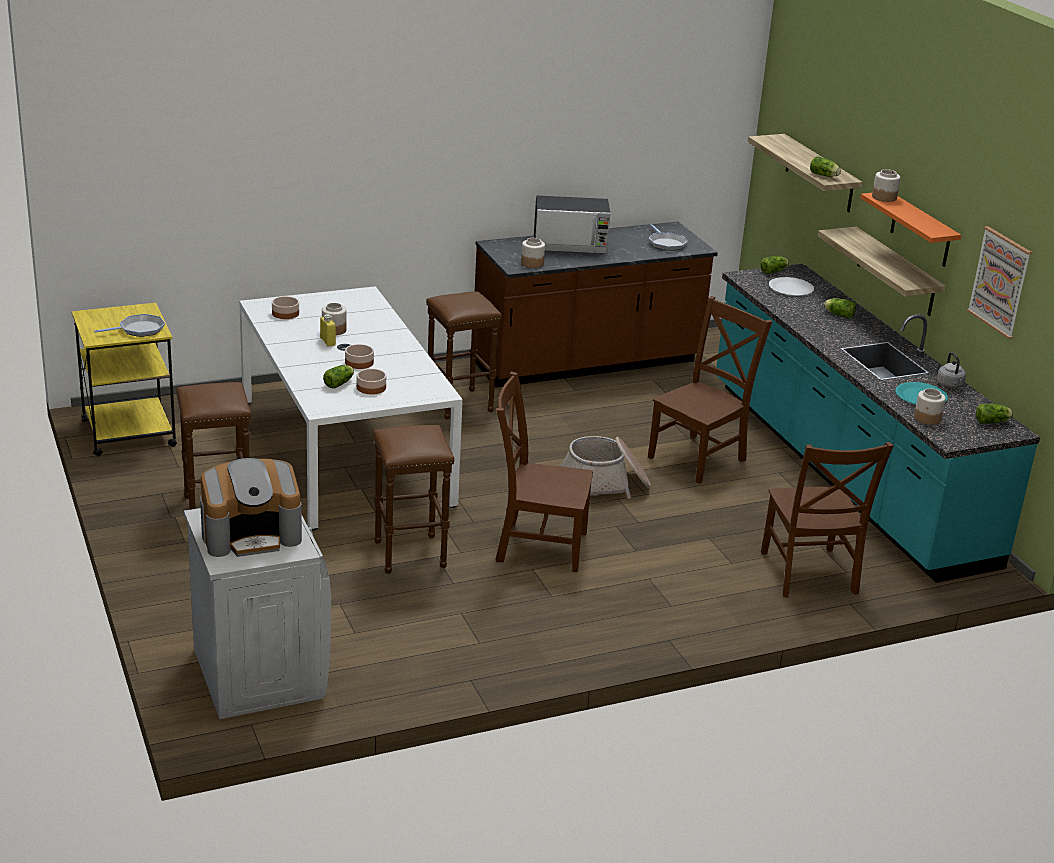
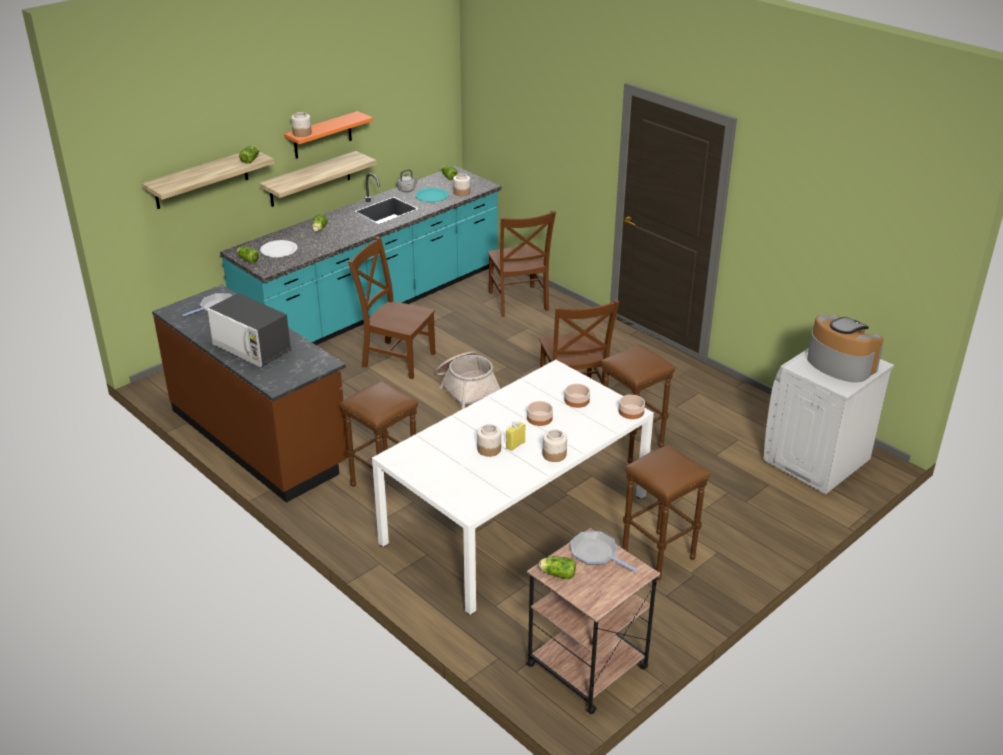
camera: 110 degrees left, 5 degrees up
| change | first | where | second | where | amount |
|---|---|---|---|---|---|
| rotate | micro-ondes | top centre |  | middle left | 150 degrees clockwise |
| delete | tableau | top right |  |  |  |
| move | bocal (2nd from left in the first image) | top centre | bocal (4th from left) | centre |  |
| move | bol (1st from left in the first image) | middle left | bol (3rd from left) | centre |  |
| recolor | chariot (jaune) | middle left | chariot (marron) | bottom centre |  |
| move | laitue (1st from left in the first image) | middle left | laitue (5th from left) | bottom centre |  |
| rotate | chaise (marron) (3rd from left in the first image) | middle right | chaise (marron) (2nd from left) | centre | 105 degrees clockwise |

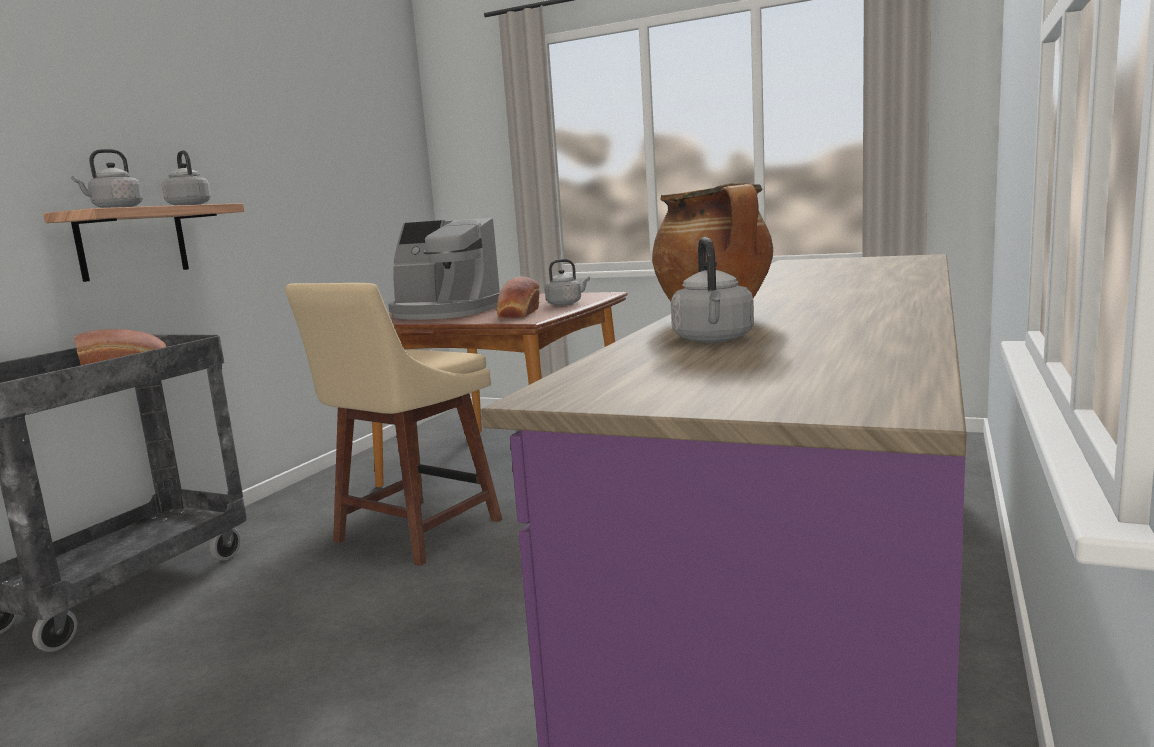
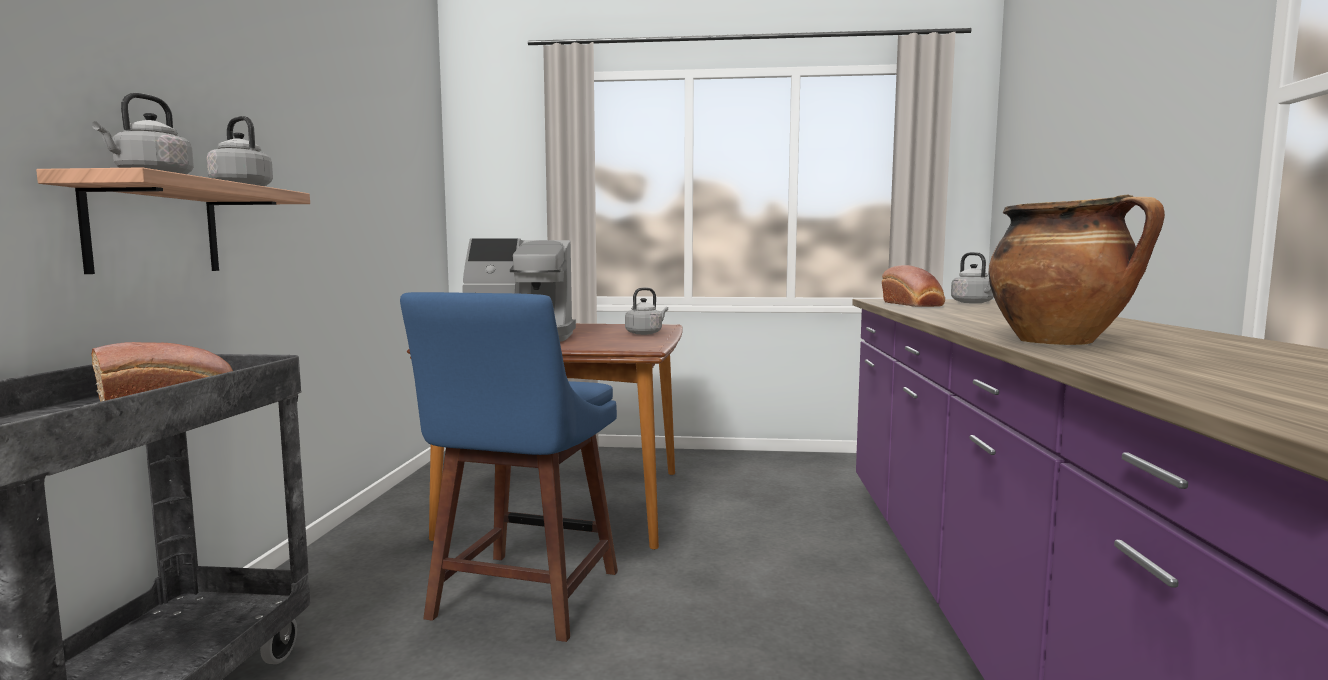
camera: 20 degrees left, 5 degrees down
| change | first | where | second | where | amount |
|---|---|---|---|---|---|
| move | bouilloire (gris) (4th from left) | centre |  | middle right |  |
| move | pain (2nd from left) | centre |  | middle right |  |
| recolor | tabouret (beige) | centre | tabouret (bleu) | bottom centre |  |

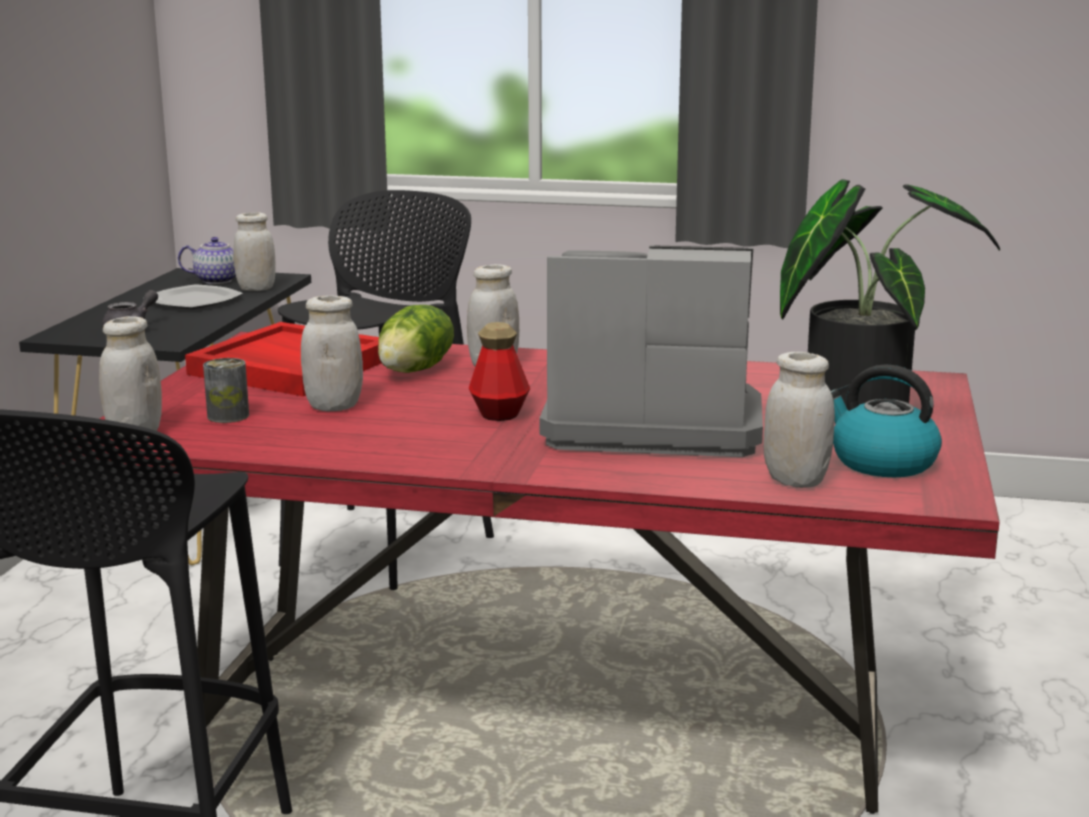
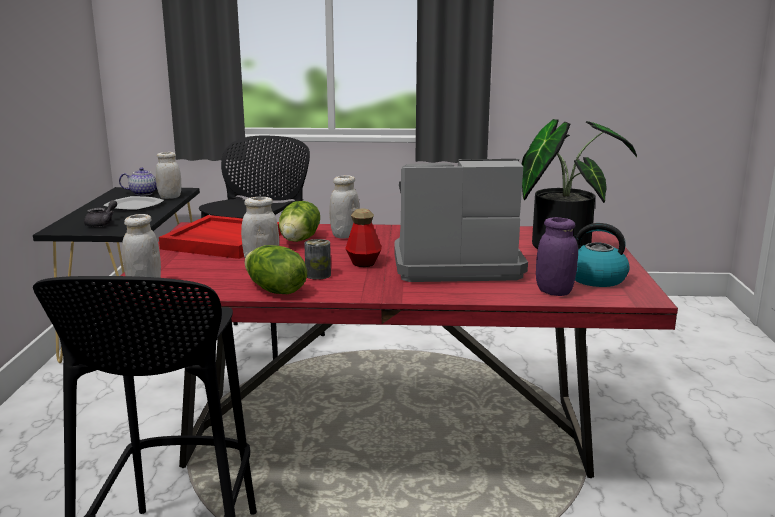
camera: 10 degrees left, 0 degrees up
| change | first | where | second | where | amount |
|---|---|---|---|---|---|
| recolor | bocal (blanc) (5th from left) | middle right | bocal (violet) | middle right |  |
| move | boîte métallique | middle left |  | centre |  |
| insert |  |  | laitue (1st from left) | centre |  |

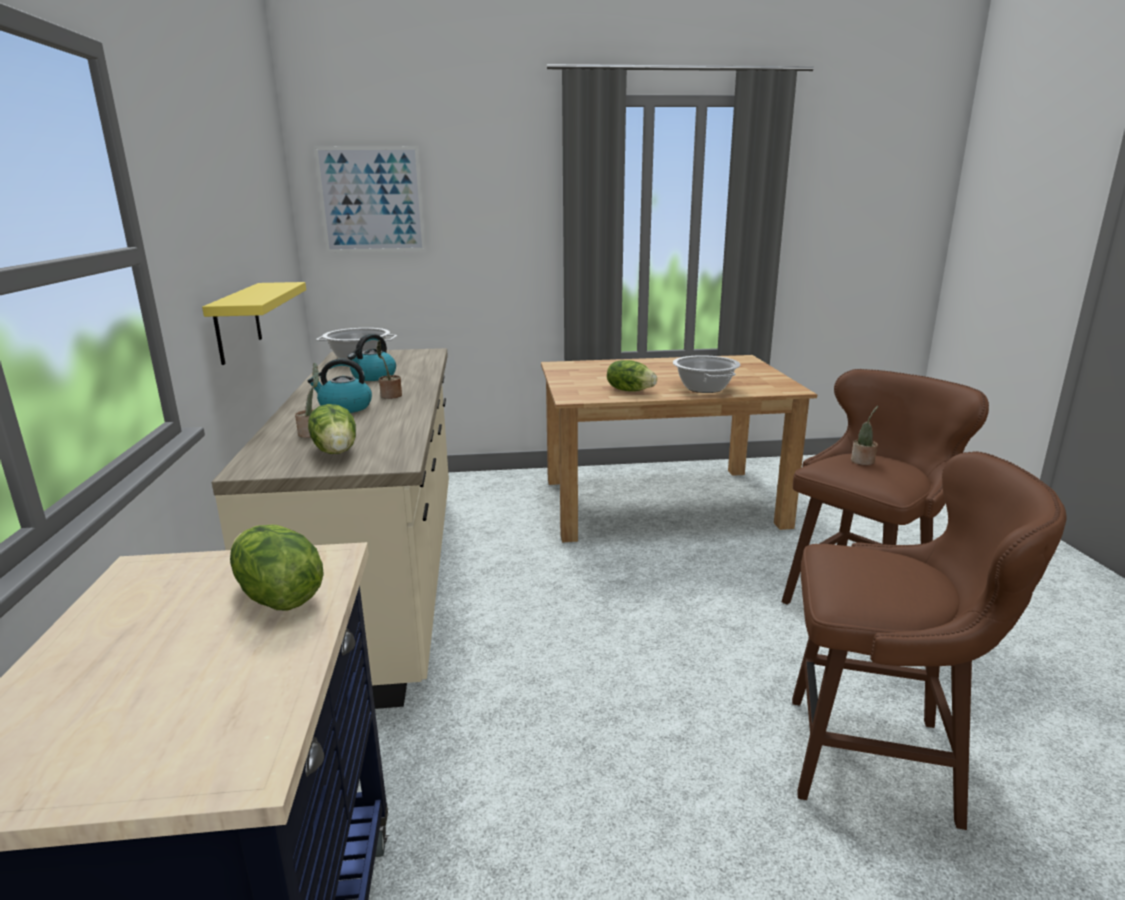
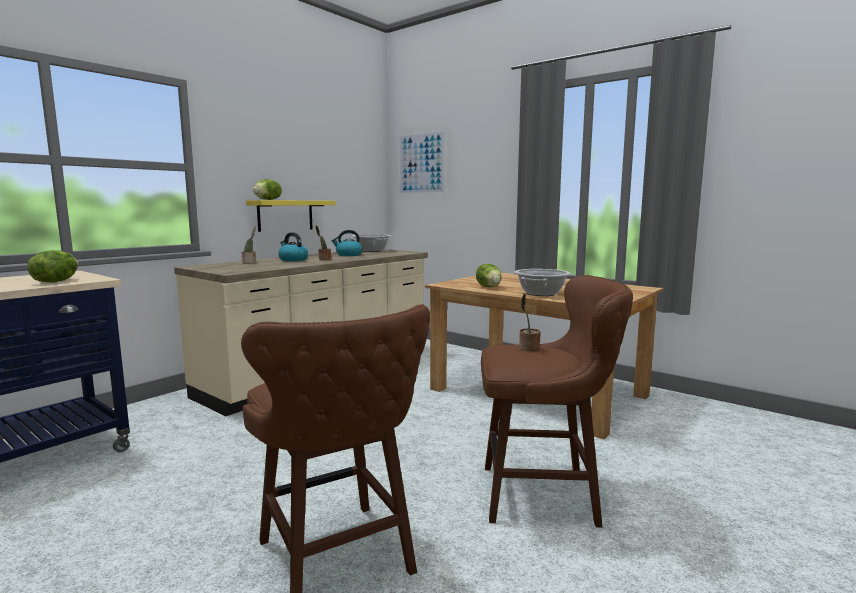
camera: 45 degrees right, 10 degrees down
| change | first | where | second | where | amount |
|---|---|---|---|---|---|
| move | laitue (2nd from left) | middle left |  | top left |  |

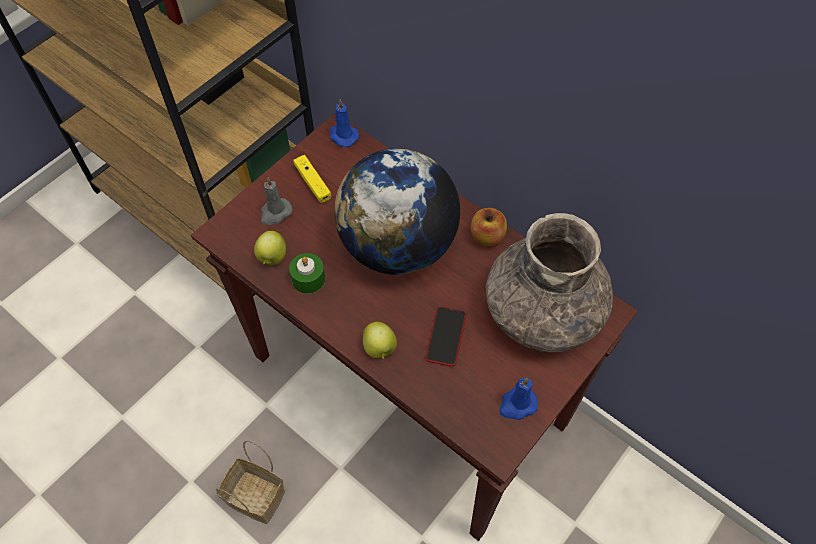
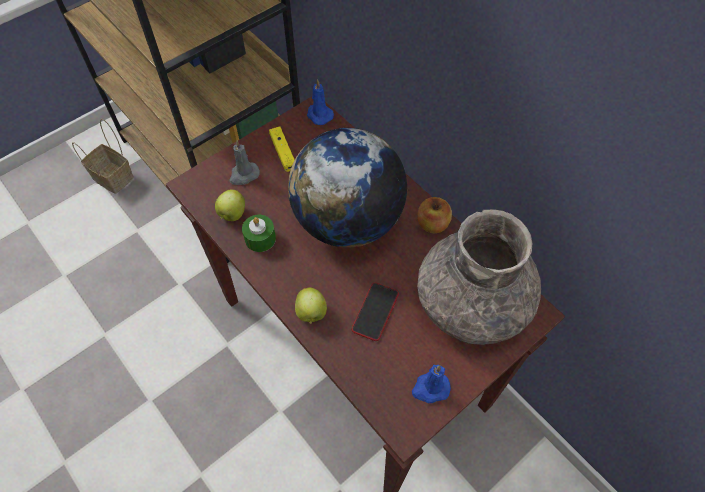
camera: 10 degrees right, 0 degrees up
| change | first | where | second | where | amount |
|---|---|---|---|---|---|
| move | panier | bottom left |  | top left |  |

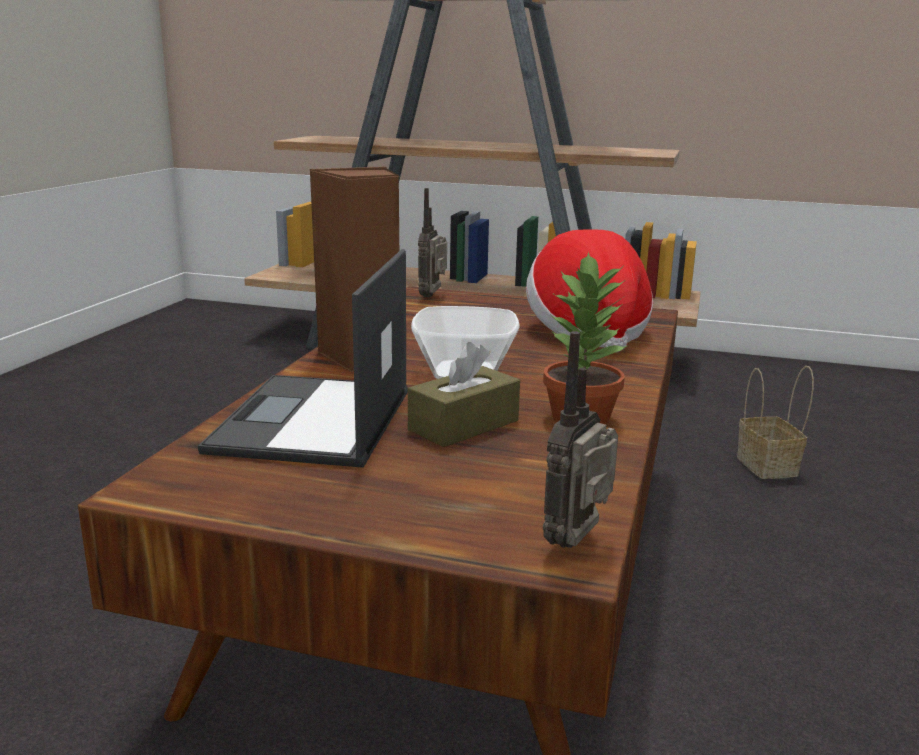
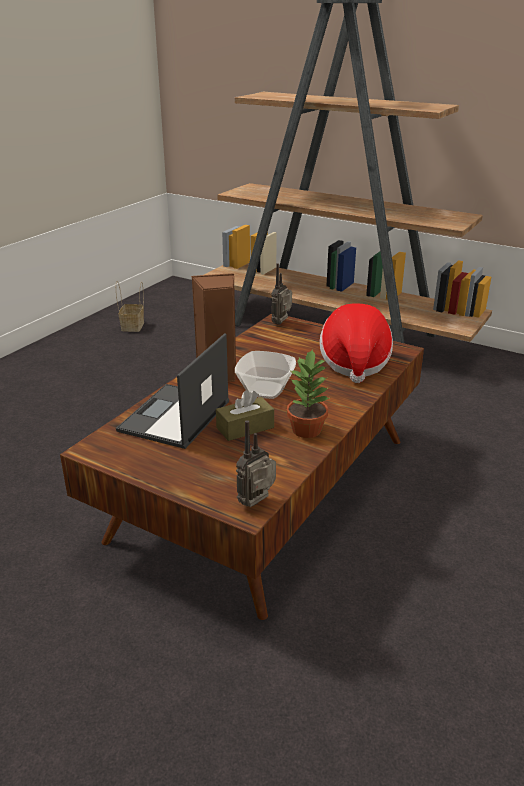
camera: 15 degrees right, 10 degrees up
| change | first | where | second | where | amount |
|---|---|---|---|---|---|
| move | panier | middle right |  | middle left |  |

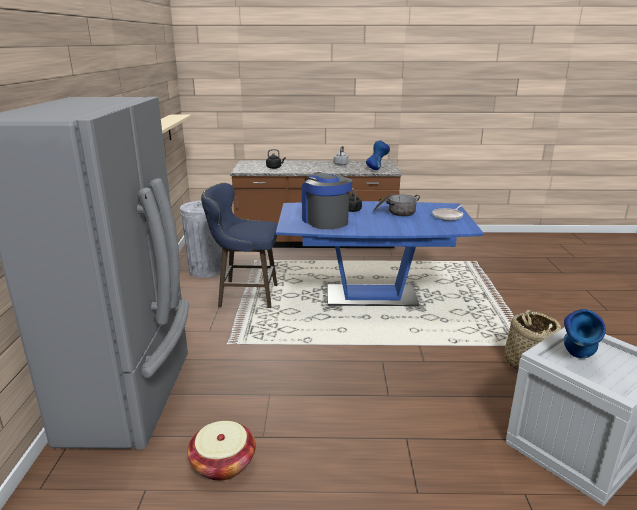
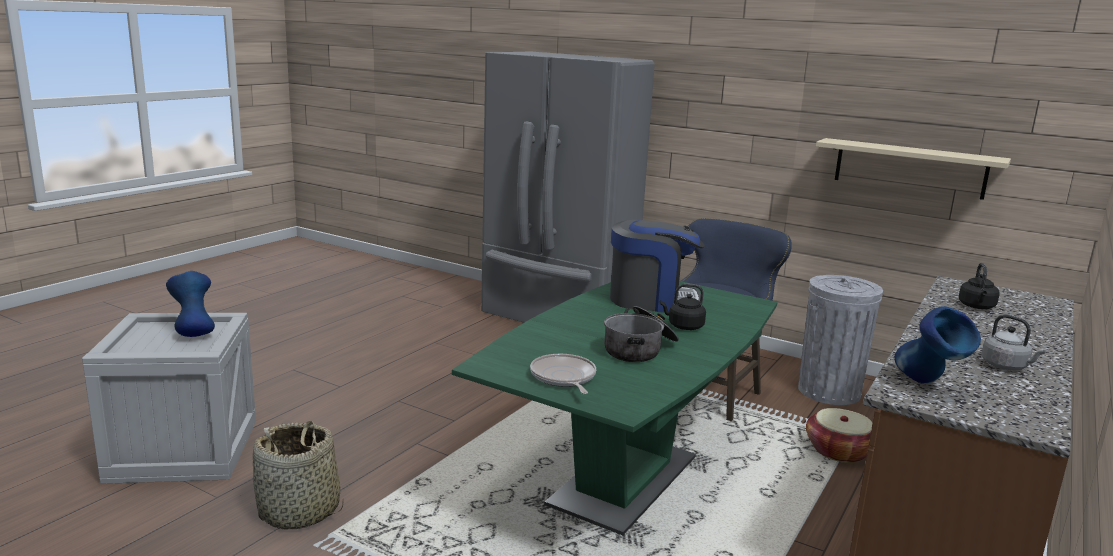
camera: 120 degrees right, 5 degrees down
| change | first | where | second | where | amount |
|---|---|---|---|---|---|
| recolor | table à manger (bleu) | centre | table à manger (vert) | bottom centre |  |
| move | panier (1st from left in the first image) | bottom centre | panier (2nd from left) | bottom right |  |

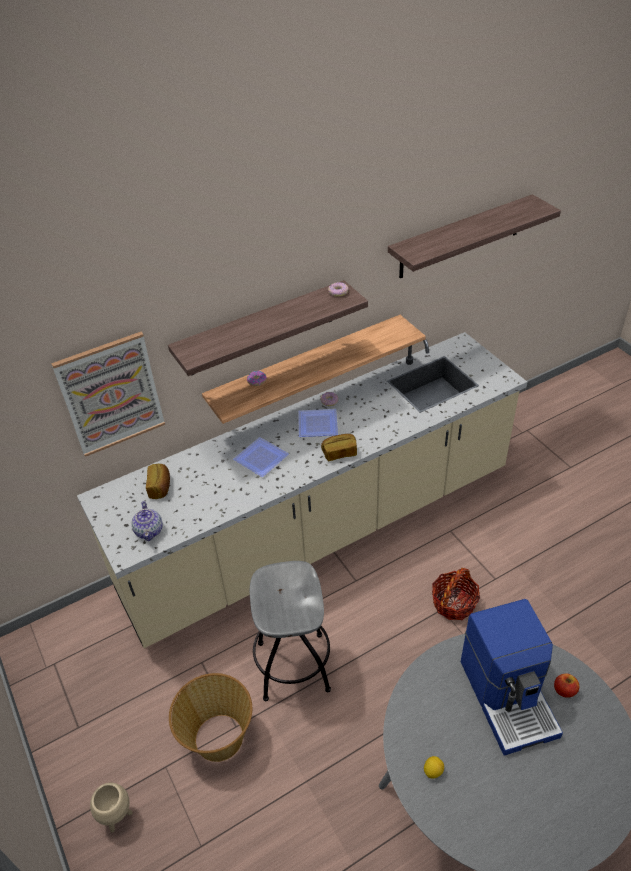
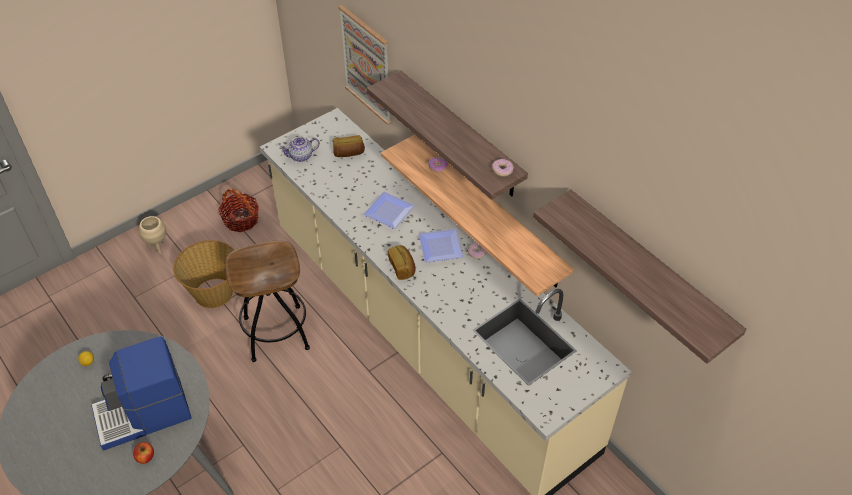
camera: 80 degrees right, 5 degrees up
| change | first | where | second | where | amount |
|---|---|---|---|---|---|
| recolor | tabouret (gris) | bottom centre | tabouret (marron) | middle left |  |
| move | panier (2nd from left) | bottom right |  | middle left |  |

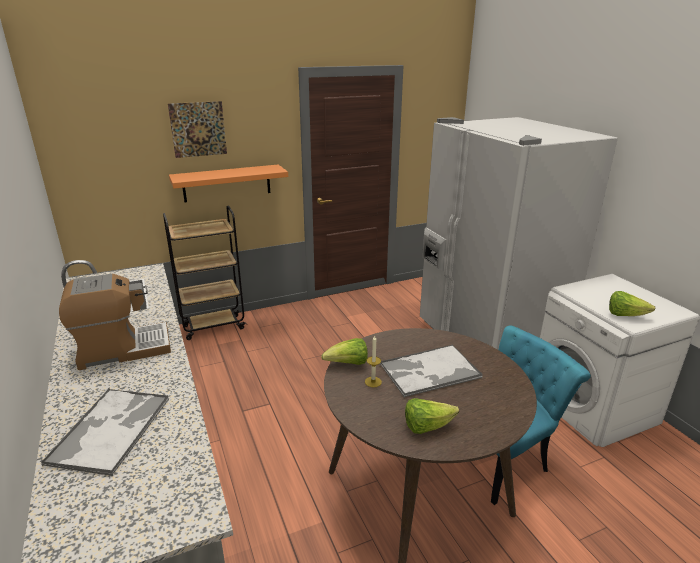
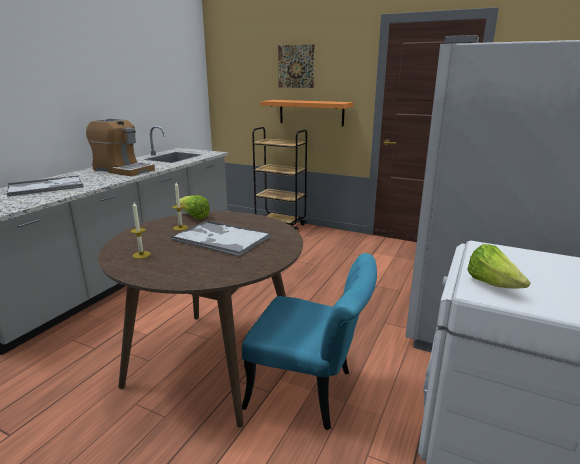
camera: 50 degrees right, 5 degrees down
| change | first | where | second | where | amount |
|---|---|---|---|---|---|
| replace | laitue (2nd from left) | bottom centre | bougie (1st from left) | middle left |  |

